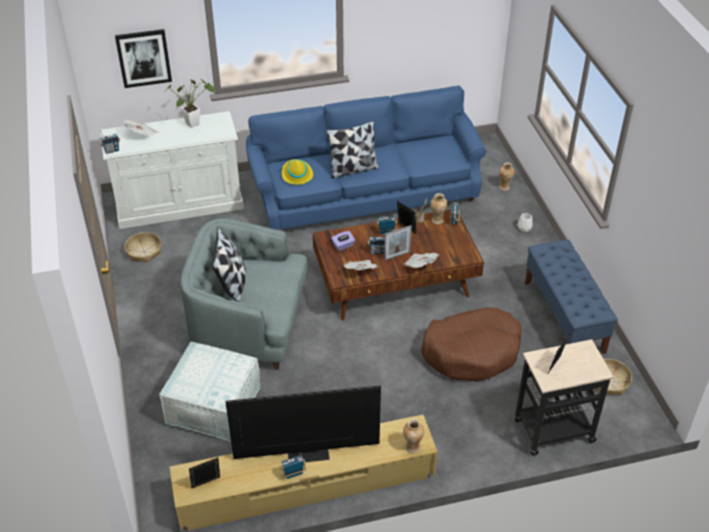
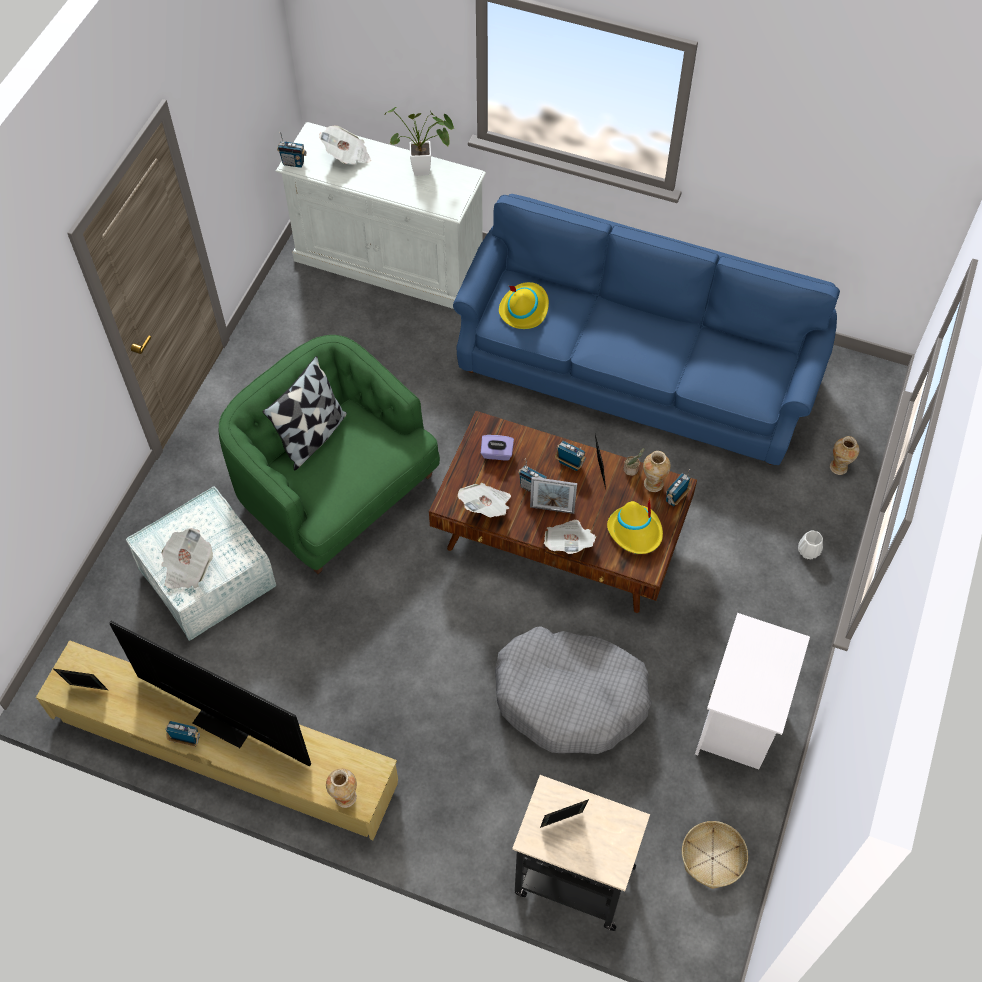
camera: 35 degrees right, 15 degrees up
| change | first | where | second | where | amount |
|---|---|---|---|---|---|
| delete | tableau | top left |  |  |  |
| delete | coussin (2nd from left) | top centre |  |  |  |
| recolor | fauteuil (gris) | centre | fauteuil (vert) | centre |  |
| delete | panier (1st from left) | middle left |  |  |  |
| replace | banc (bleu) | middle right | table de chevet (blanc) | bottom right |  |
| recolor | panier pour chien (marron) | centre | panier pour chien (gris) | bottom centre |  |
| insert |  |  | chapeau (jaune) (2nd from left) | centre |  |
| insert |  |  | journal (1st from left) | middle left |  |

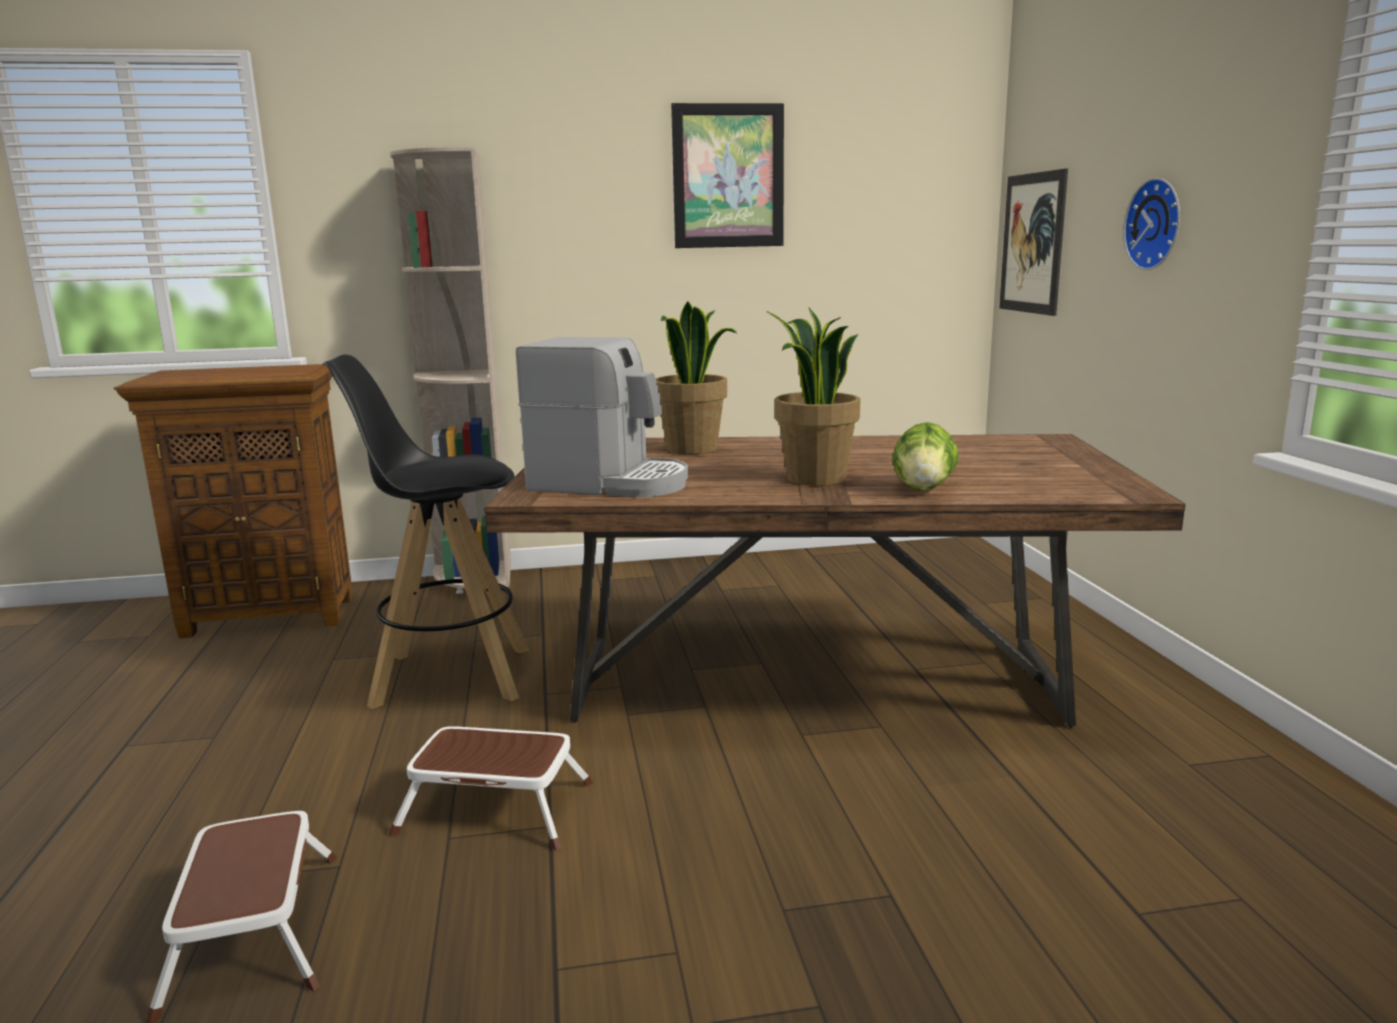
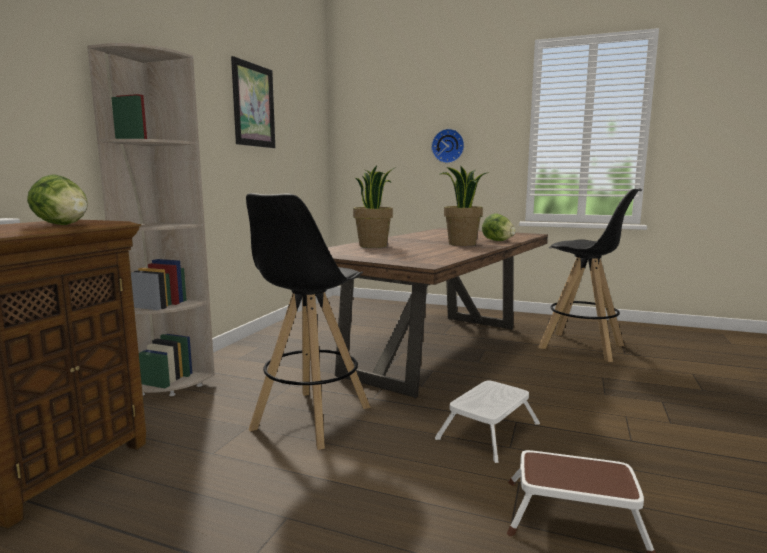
camera: 60 degrees left, 5 degrees down
| change | first | where | second | where | amount |
|---|---|---|---|---|---|
| delete | tableau (2nd from left) | top right |  |  |  |
| delete | machine à café | centre |  |  |  |
| recolor | escabeau (marron) (2nd from left) | bottom centre | escabeau (blanc) | bottom centre |  |
| insert |  |  | laitue (1st from left) | middle left |  |
| insert |  |  | tabouret (noir) (2nd from left) | middle right |  |

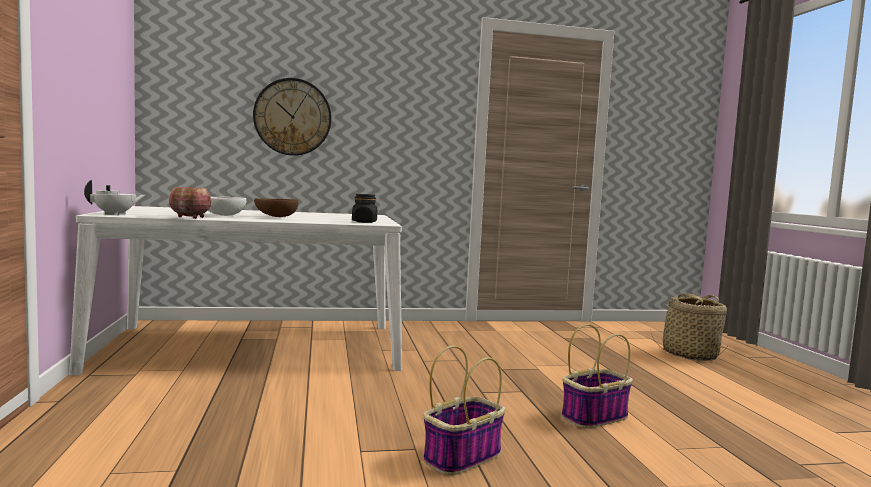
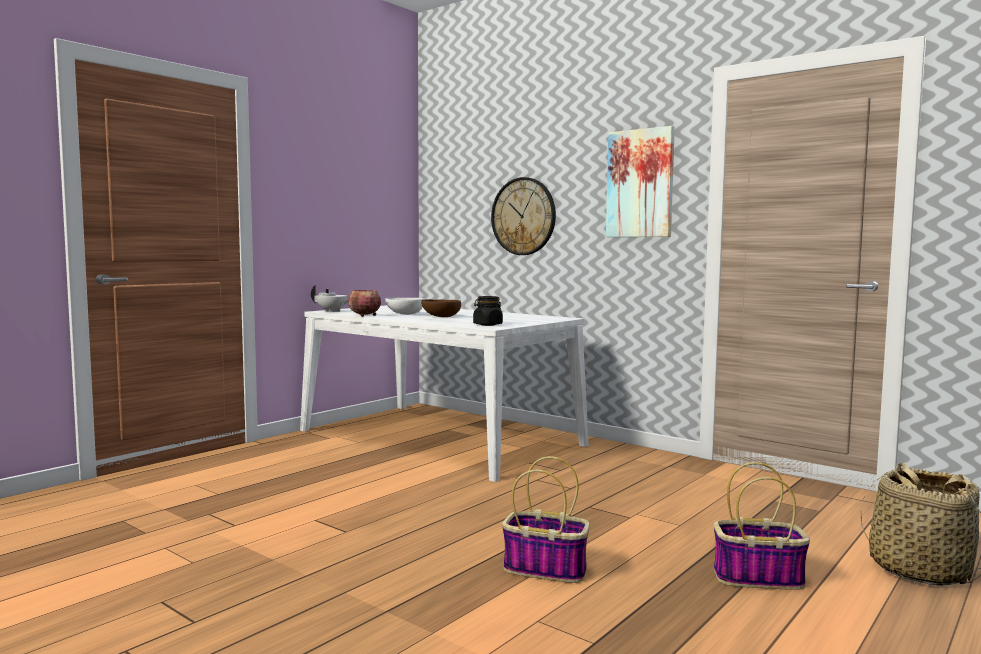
camera: 50 degrees right, 0 degrees up
| change | first | where | second | where | amount |
|---|---|---|---|---|---|
| move | panier (1st from left in the first image) | bottom centre | panier (2nd from left) | bottom right |  |
| insert |  |  | tableau | top centre |  |

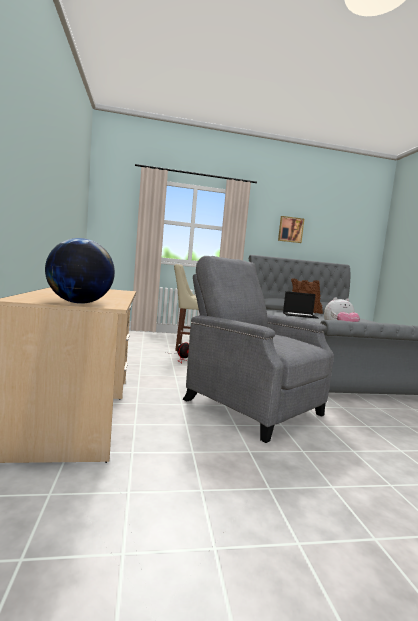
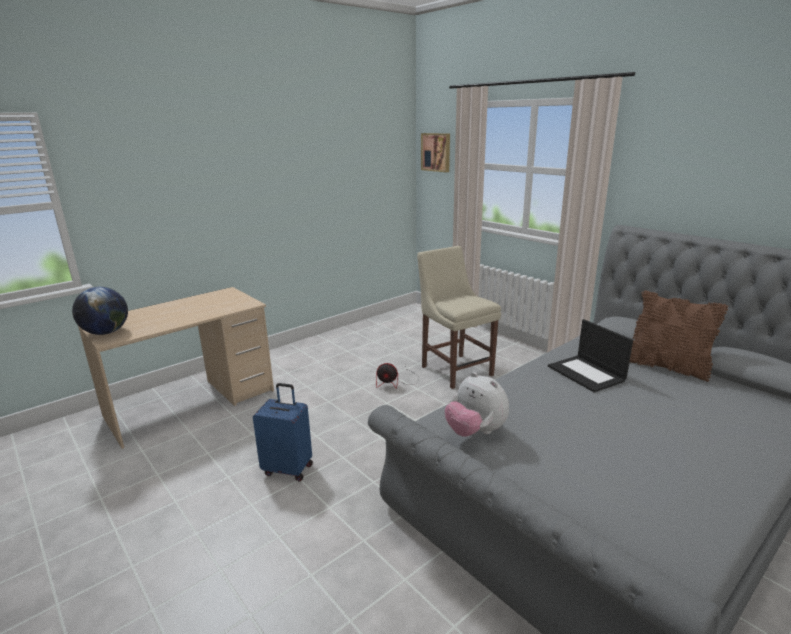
camera: 60 degrees right, 15 degrees up
| change | first | where | second | where | amount |
|---|---|---|---|---|---|
| move | tableau | middle right |  | top centre |  |
| replace | fauteuil (gris) | centre | valise (bleu) | bottom centre |  |

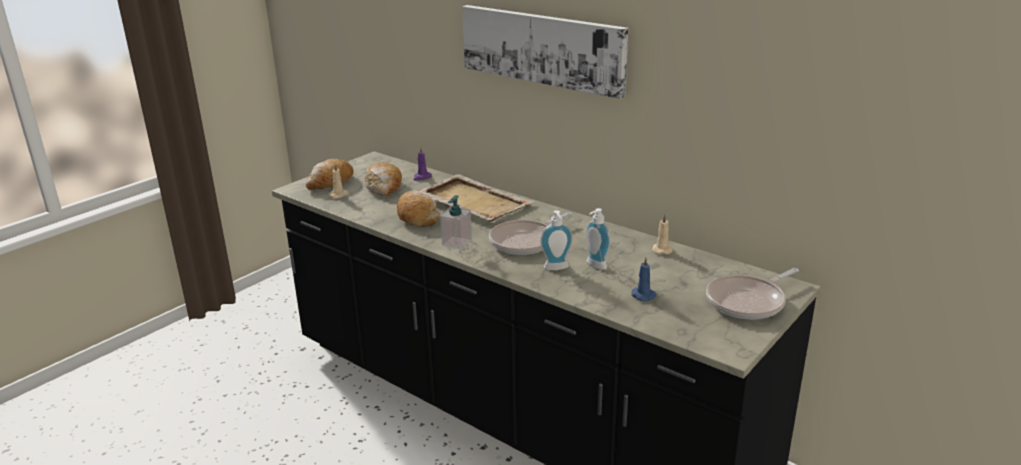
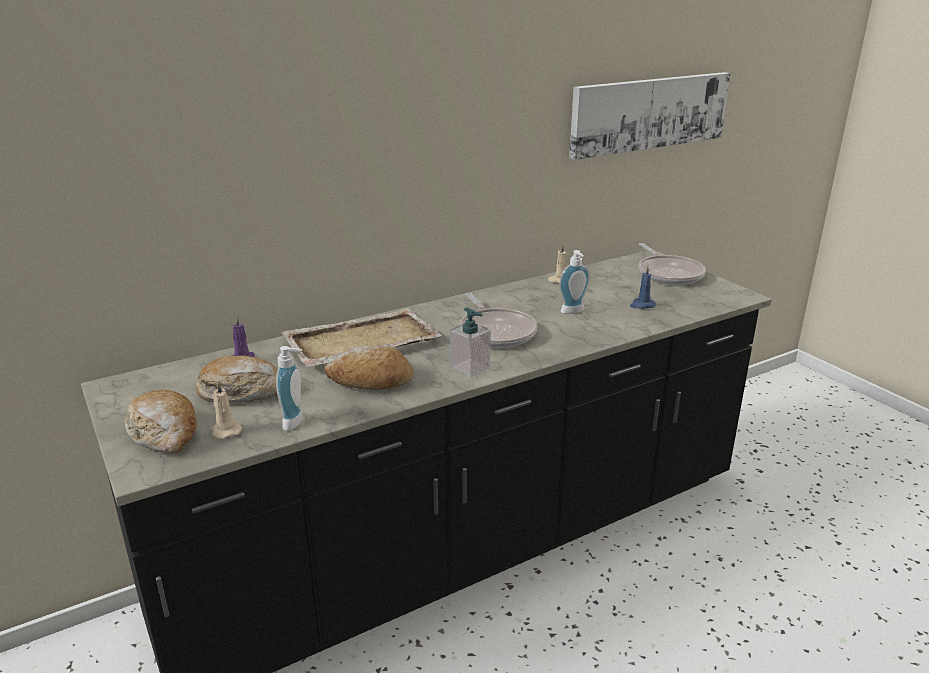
camera: 70 degrees left, 0 degrees up
| change | first | where | second | where | amount |
|---|---|---|---|---|---|
| move | tableau | top centre |  | top right |  |
| move | distributeur de savon (2nd from left in the first image) | centre | distributeur de savon (1st from left) | middle left |  |

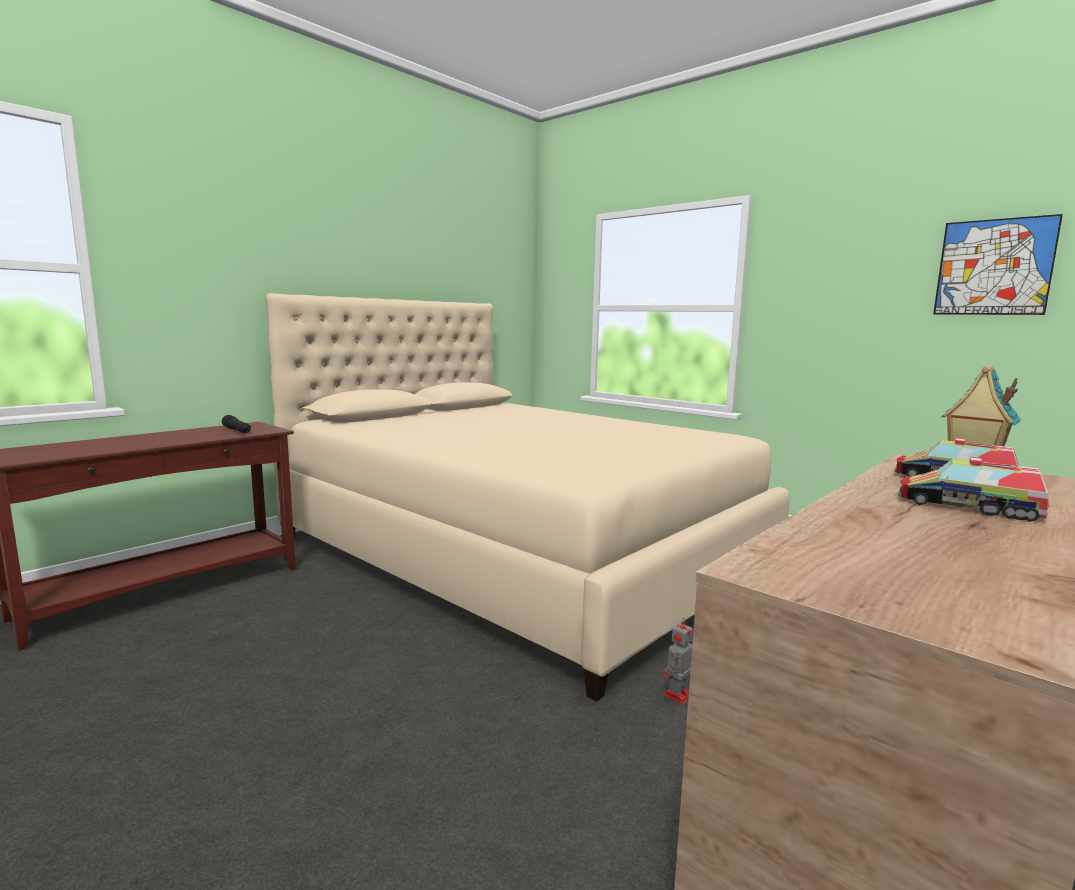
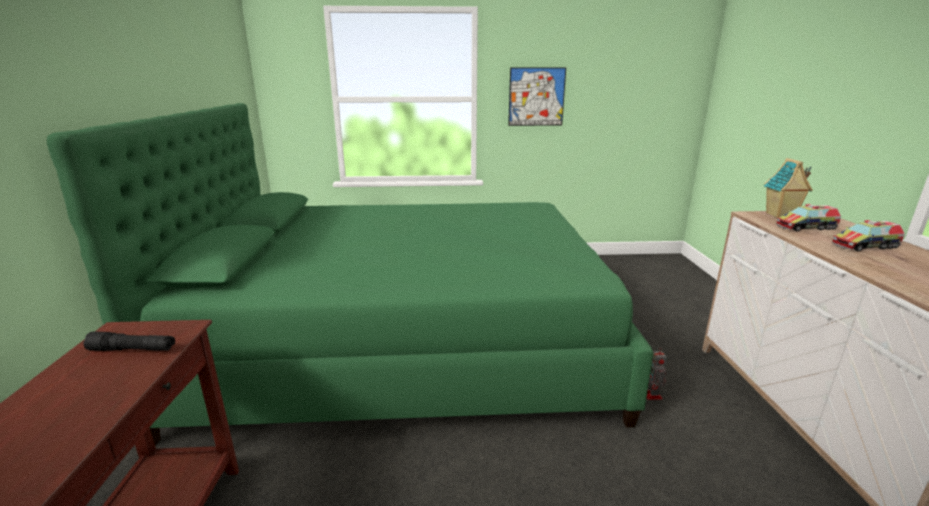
camera: 45 degrees left, 10 degrees up
| change | first | where | second | where | amount |
|---|---|---|---|---|---|
| move | tableau | top right |  | top centre |  |
| recolor | lit (beige) | centre | lit (vert) | centre |  |

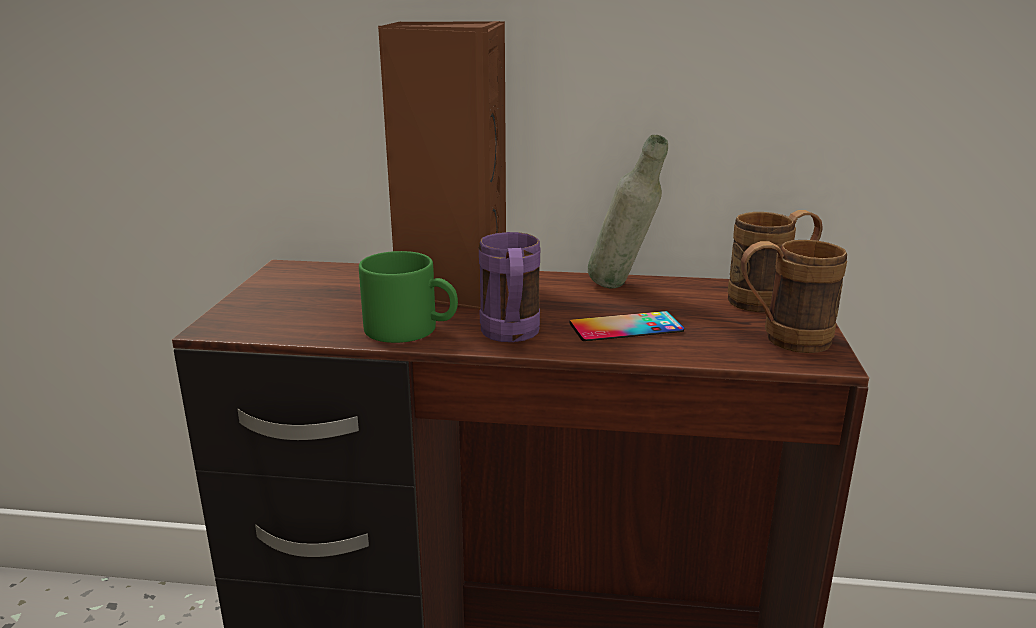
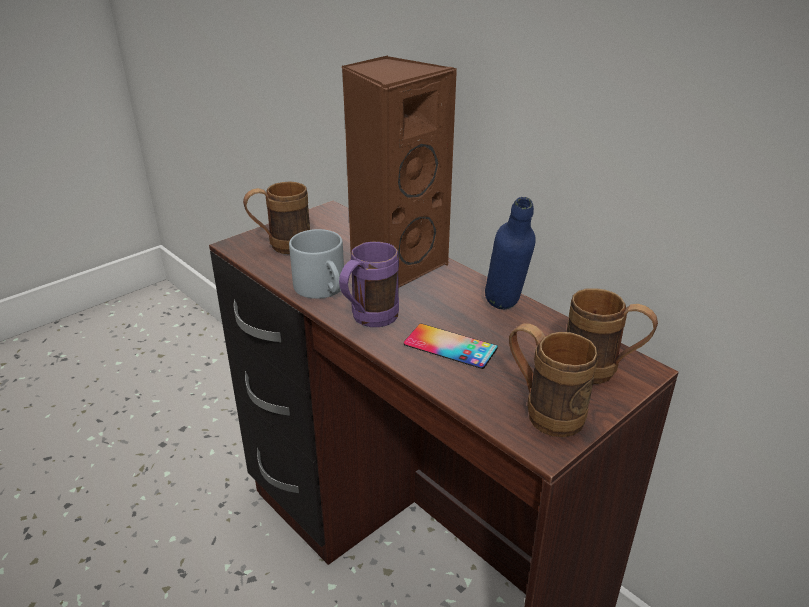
camera: 40 degrees right, 10 degrees up
| change | first | where | second | where | amount |
|---|---|---|---|---|---|
| recolor | bouteille (gris) | centre | bouteille (bleu) | centre |  |
| recolor | mug (vert) | centre | mug (gris) | centre |  |
| insert |  |  | mug (marron) (1st from left) | centre |  |

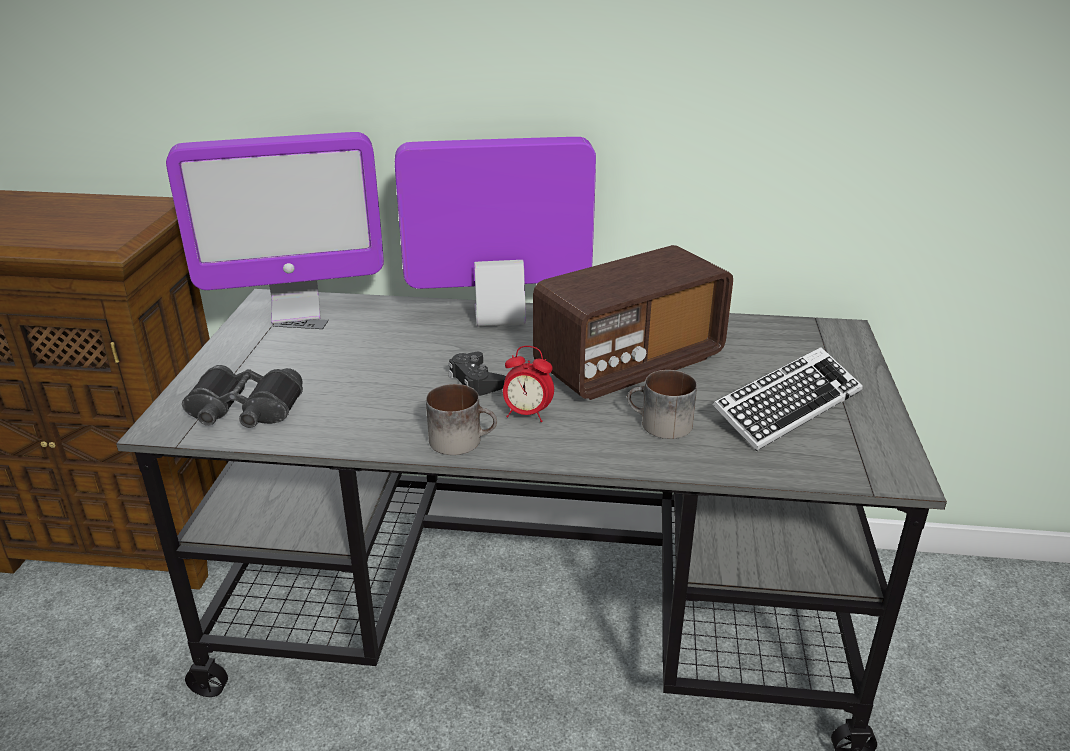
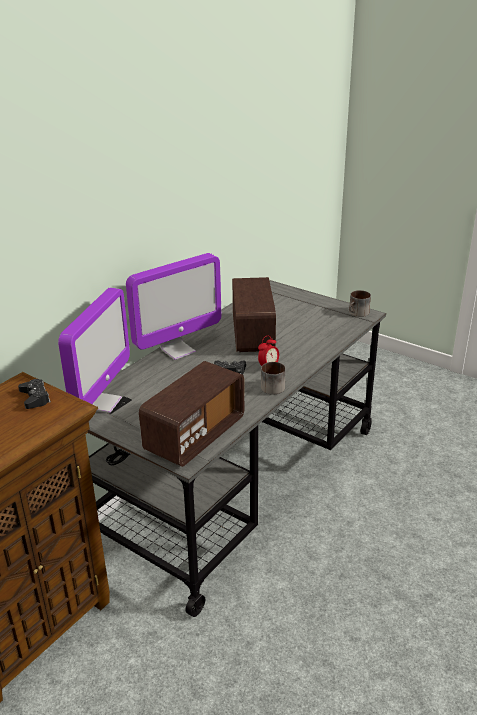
camera: 60 degrees left, 0 degrees up
| change | first | where | second | where | amount |
|---|---|---|---|---|---|
| rotate | écran d'ordinateur (2nd from left) | top centre |  | centre | 150 degrees counterclockwise |
| delete | clavier | middle right |  |  |  |
| replace | jumelles (noir) | middle left | radio (1st from left) | centre |  |
| move | mug (2nd from left) | centre |  | middle right |  |
| insert |  |  | manette (noir) (1st from left) | middle left |  |

